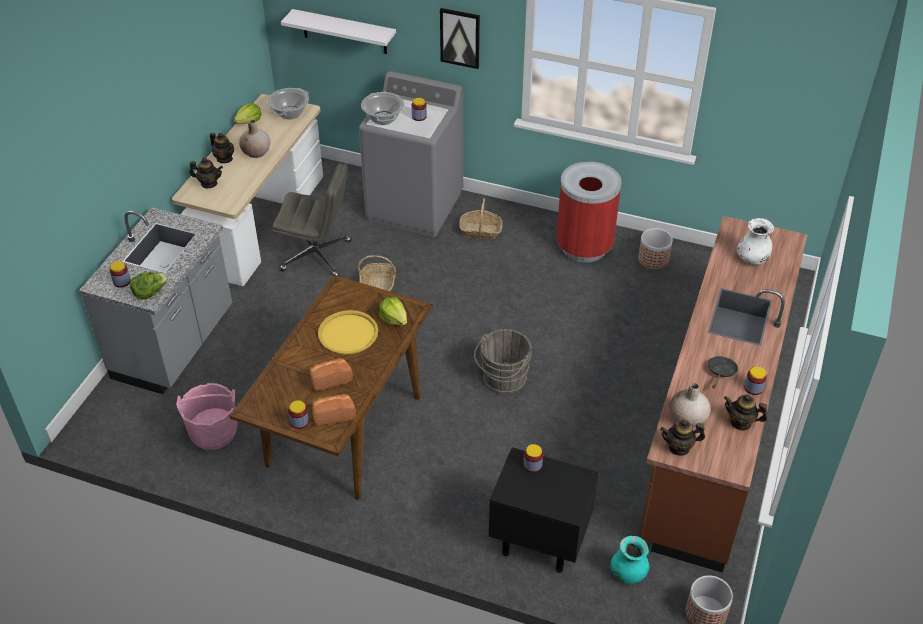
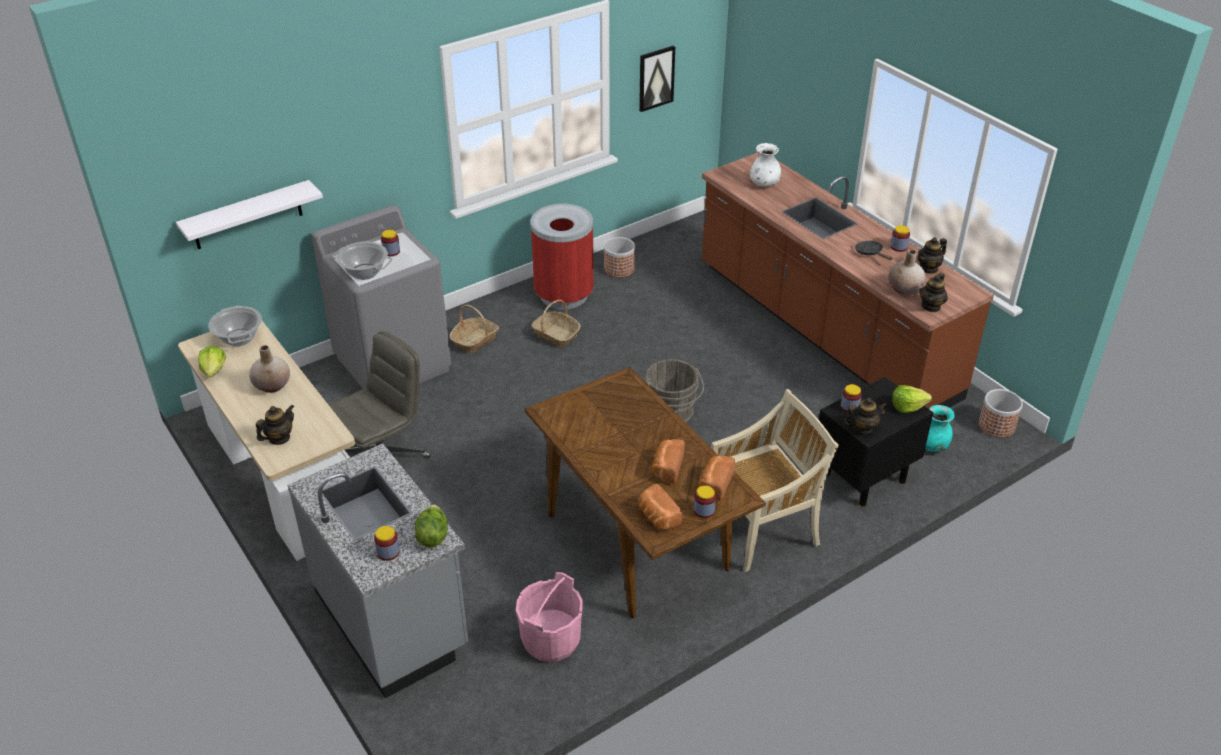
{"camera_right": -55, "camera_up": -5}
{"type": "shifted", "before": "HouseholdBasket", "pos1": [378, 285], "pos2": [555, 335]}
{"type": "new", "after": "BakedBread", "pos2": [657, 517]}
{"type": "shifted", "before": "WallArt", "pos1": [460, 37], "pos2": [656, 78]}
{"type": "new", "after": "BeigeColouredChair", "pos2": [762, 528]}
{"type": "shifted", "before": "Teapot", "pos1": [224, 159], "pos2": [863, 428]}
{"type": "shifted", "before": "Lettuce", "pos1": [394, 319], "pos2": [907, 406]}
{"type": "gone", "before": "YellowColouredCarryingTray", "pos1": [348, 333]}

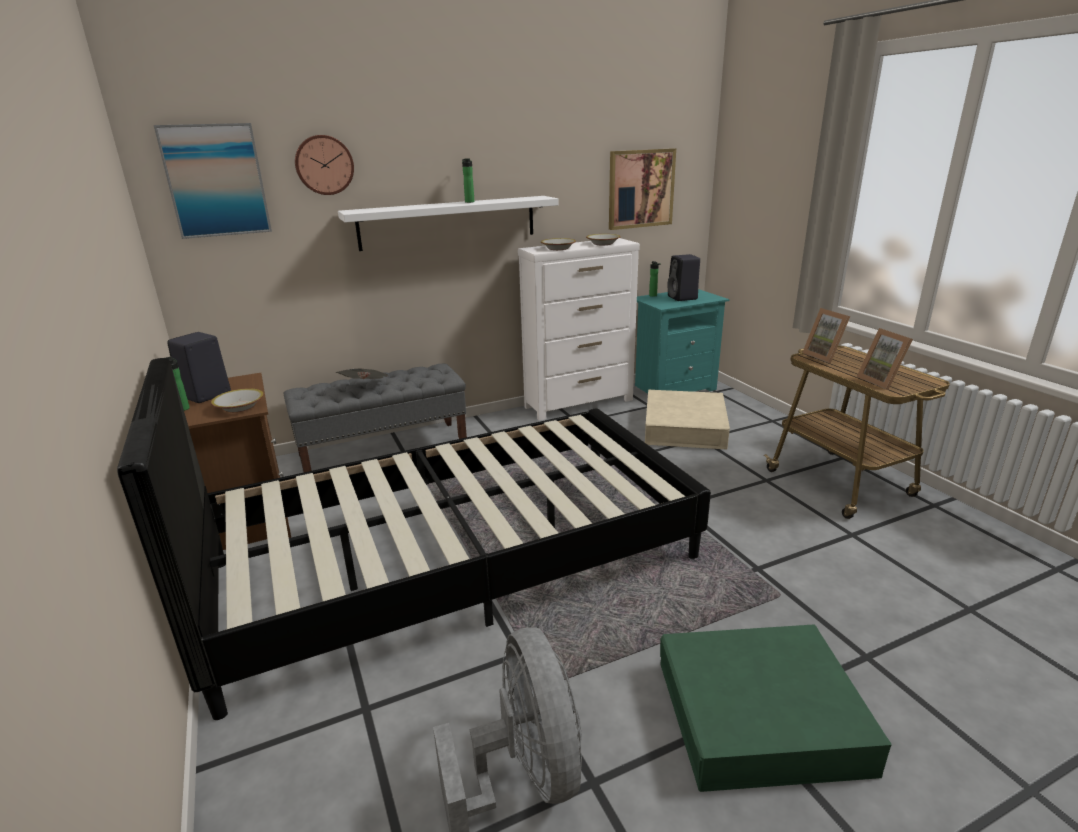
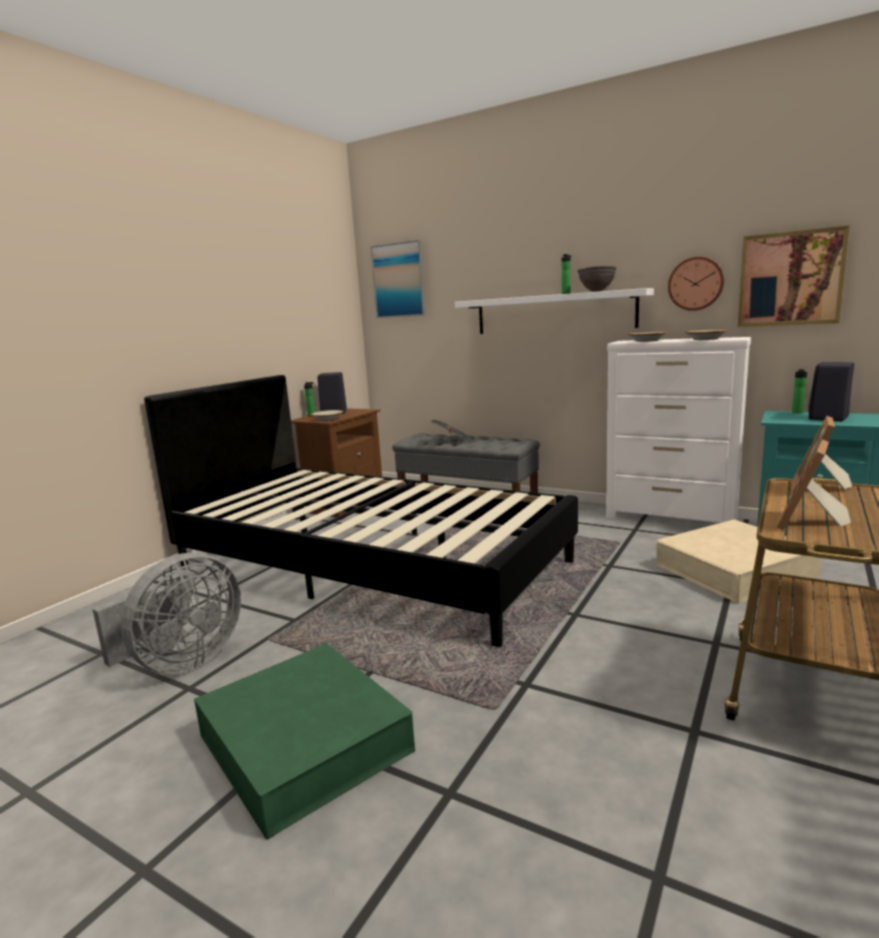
{"camera_right": 55, "camera_up": -10}
{"type": "new", "after": "BrownishServingBowl", "pos2": [596, 291]}
{"type": "shifted", "before": "ClockOnTheWall", "pos1": [324, 165], "pos2": [696, 284]}

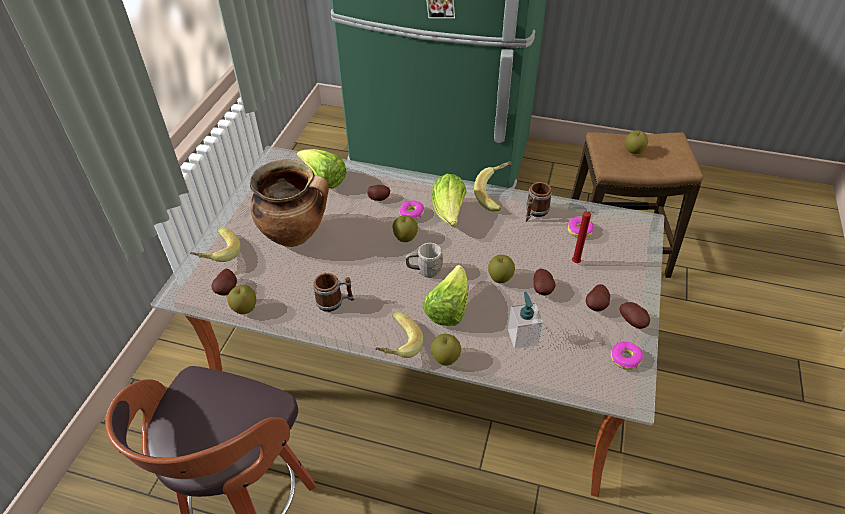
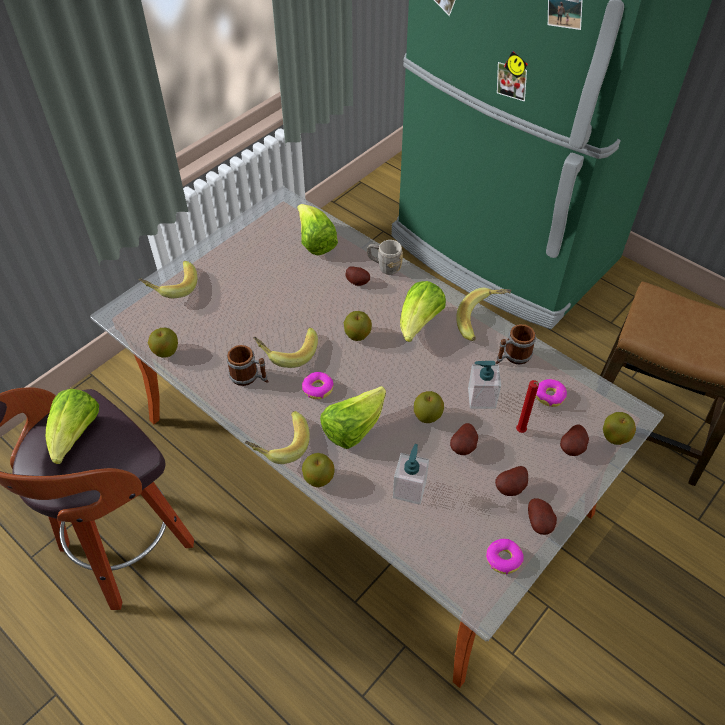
{"camera_right": 25, "camera_up": 5}
{"type": "new", "after": "Lettuce", "pos2": [76, 435]}
{"type": "new", "after": "WholeBanana", "pos2": [287, 352]}
{"type": "shifted", "before": "RingDoughnut", "pos1": [411, 214], "pos2": [317, 388]}
{"type": "shifted", "before": "GreyishCoffeeMug", "pos1": [424, 271], "pos2": [384, 266]}
{"type": "new", "after": "LiquidSoapBottle", "pos2": [481, 398]}
{"type": "shifted", "before": "WholePotato", "pos1": [228, 290], "pos2": [573, 448]}
{"type": "shifted", "before": "AppleFruit", "pos1": [634, 151], "pos2": [615, 437]}
{"type": "gone", "before": "Stockpot", "pos1": [295, 235]}

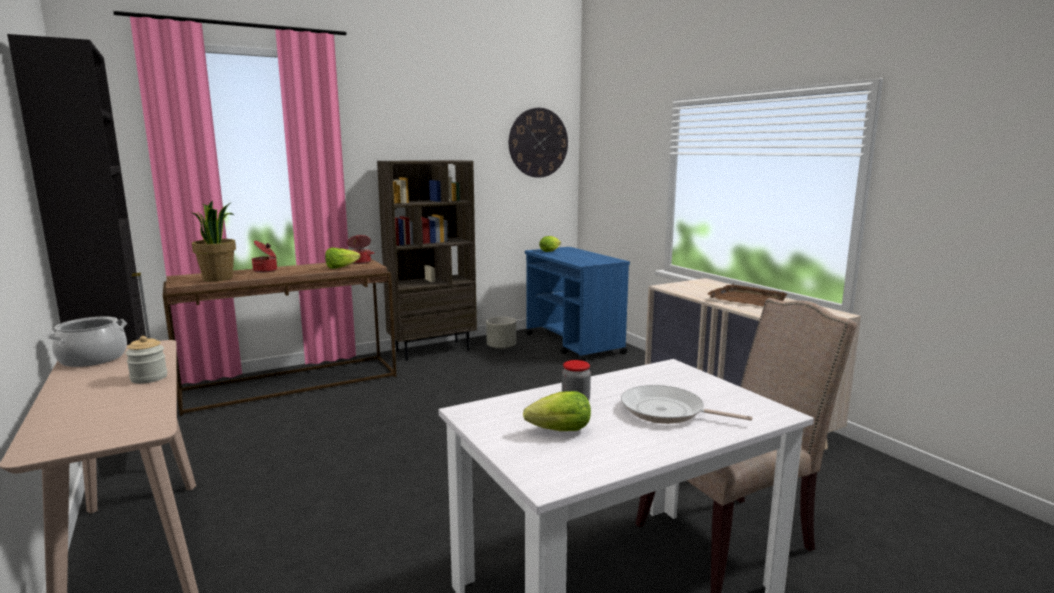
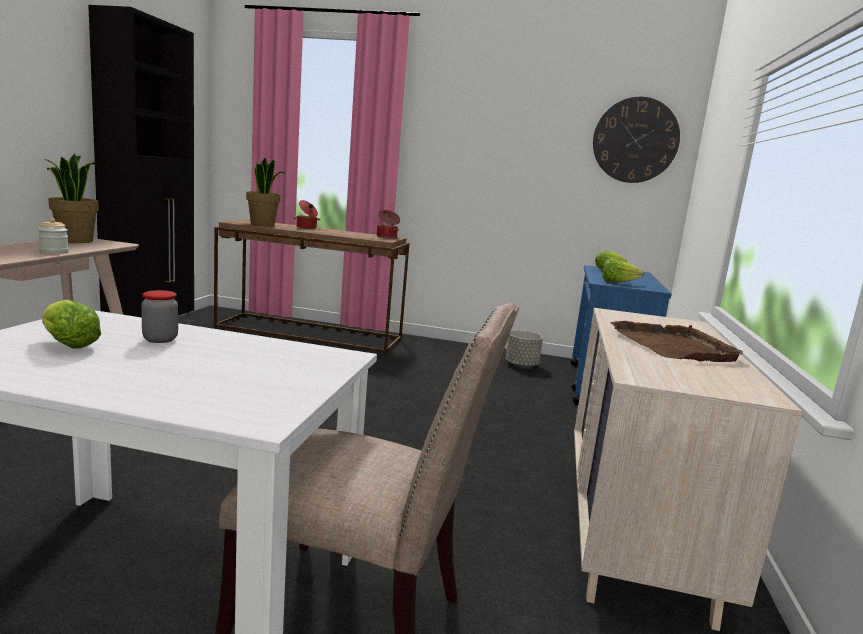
{"camera_right": 40, "camera_up": 0}
{"type": "swapped", "before": "Stockpot", "after": "PottedPlant", "pos1": [93, 359], "pos2": [75, 240]}
{"type": "shifted", "before": "Lettuce", "pos1": [341, 267], "pos2": [617, 283]}
{"type": "gone", "before": "BrownishBookcase", "pos1": [432, 350]}
{"type": "gone", "before": "FryingPan", "pos1": [667, 411]}

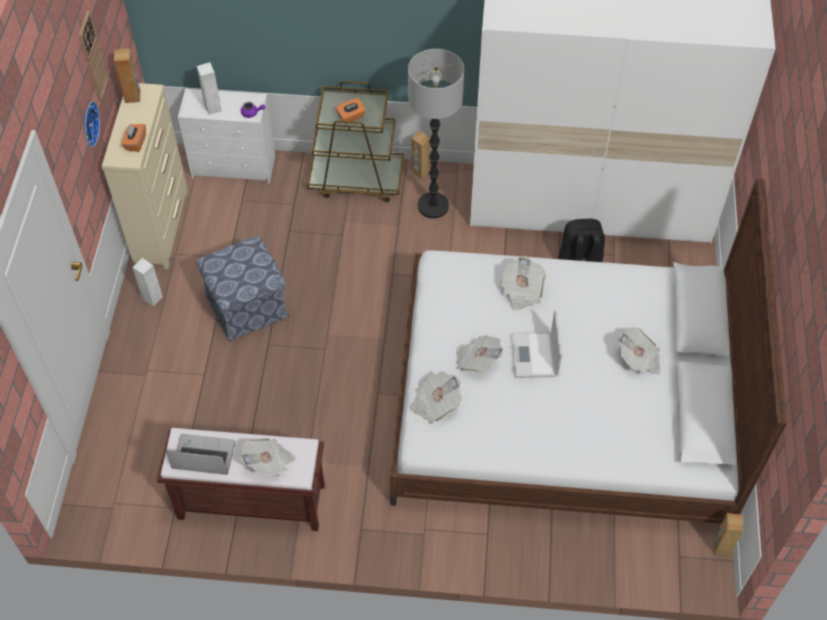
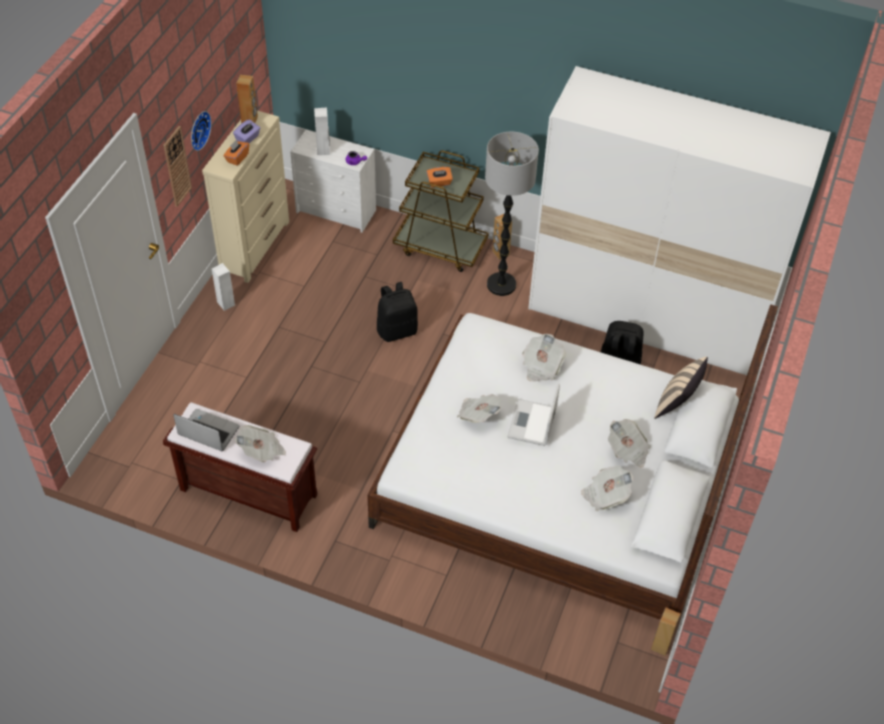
{"camera_right": 15, "camera_up": -5}
{"type": "shifted", "before": "ClockOnTheWall", "pos1": [92, 57], "pos2": [176, 166]}
{"type": "new", "after": "PurpleTissueHolder", "pos2": [248, 138]}
{"type": "new", "after": "BlackColouredKnapsack", "pos2": [397, 330]}
{"type": "shifted", "before": "PrintedPaper", "pos1": [435, 404], "pos2": [605, 495]}
{"type": "new", "after": "BeigeColouredThrowPillow", "pos2": [677, 404]}
{"type": "gone", "before": "Pouffe", "pos1": [248, 305]}

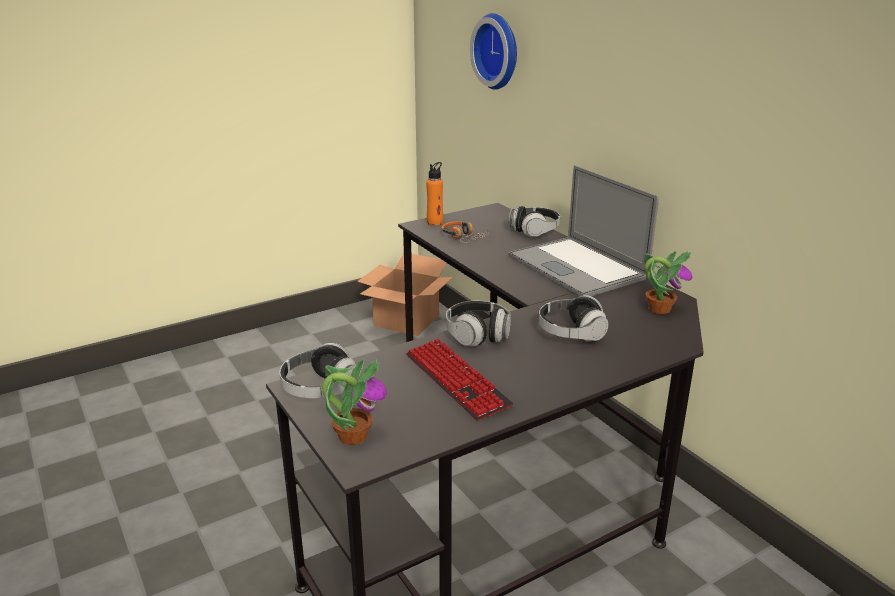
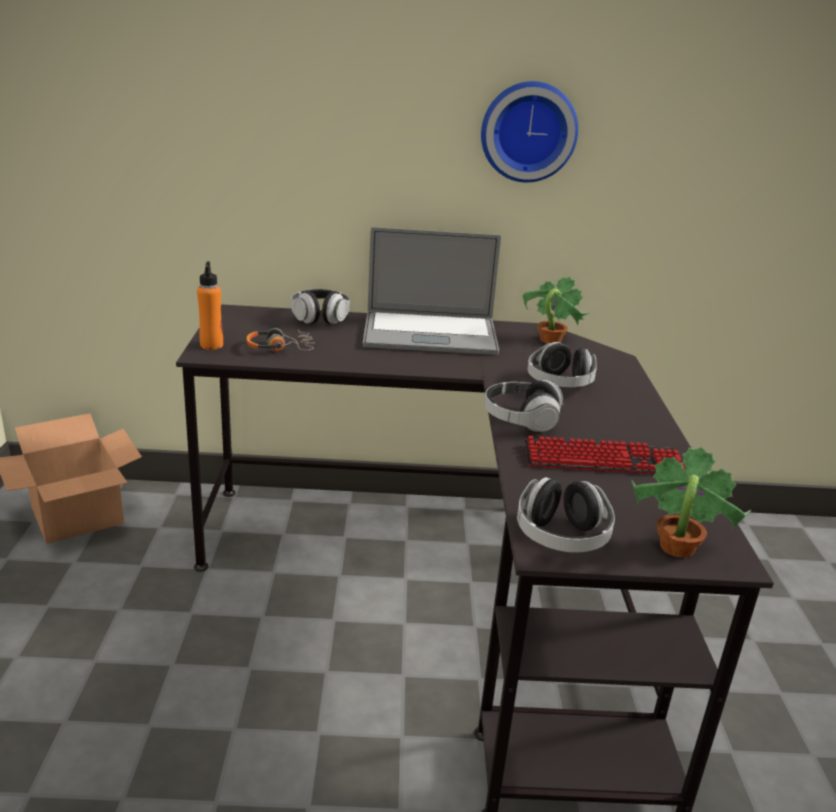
{"camera_right": -60, "camera_up": 0}
{"type": "shifted", "before": "ClockOnTheWall", "pos1": [499, 51], "pos2": [528, 131]}

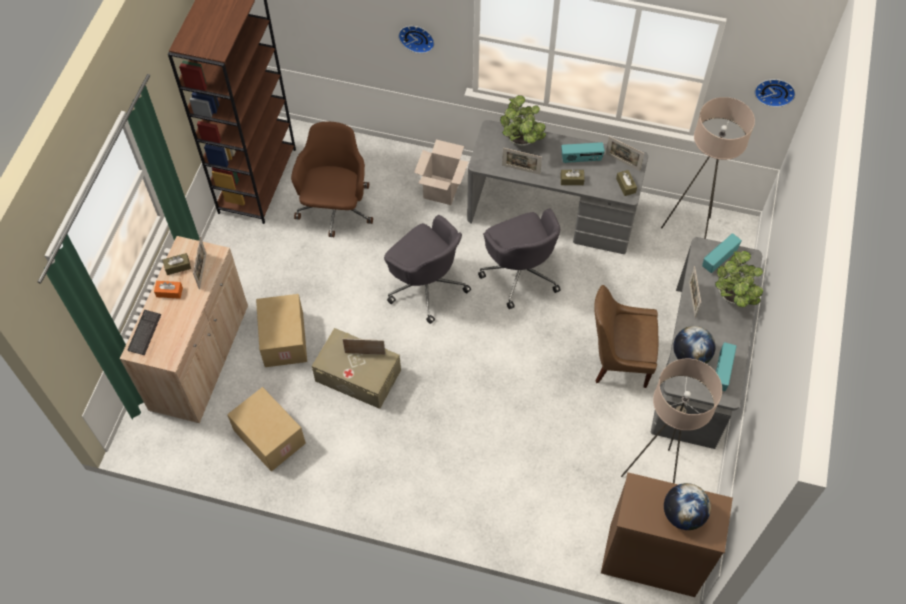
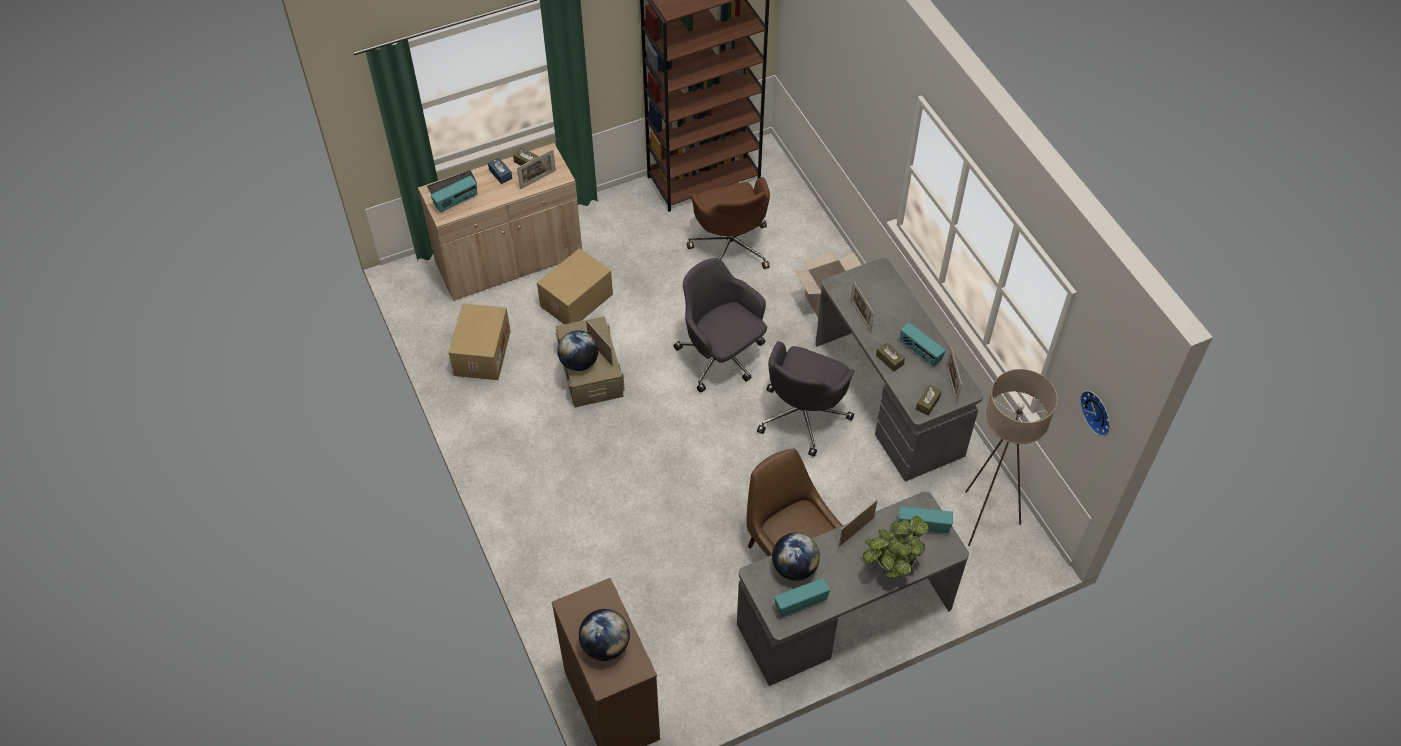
{"camera_right": 50, "camera_up": -5}
{"type": "new", "after": "RadioSet", "pos2": [456, 202]}
{"type": "repainted", "before": "OrangeColouredTissueHolder", "after": "BlueTissueHolder", "pos1": [169, 292], "pos2": [500, 174]}
{"type": "new", "after": "DeskGlobe", "pos2": [579, 362]}
{"type": "rotated", "before": "GreyishDeskChair", "pos1": [426, 285], "pos2": [721, 357], "turn": 135}
{"type": "rotated", "before": "BrownishDeskChair", "pos1": [336, 209], "pos2": [731, 247], "turn": 105}
{"type": "gone", "before": "ClockOnTheWall", "pos1": [417, 37]}
{"type": "gone", "before": "PottedPlant", "pos1": [522, 142]}
{"type": "gone", "before": "BeigeColouredFloorLamp", "pos1": [654, 476]}

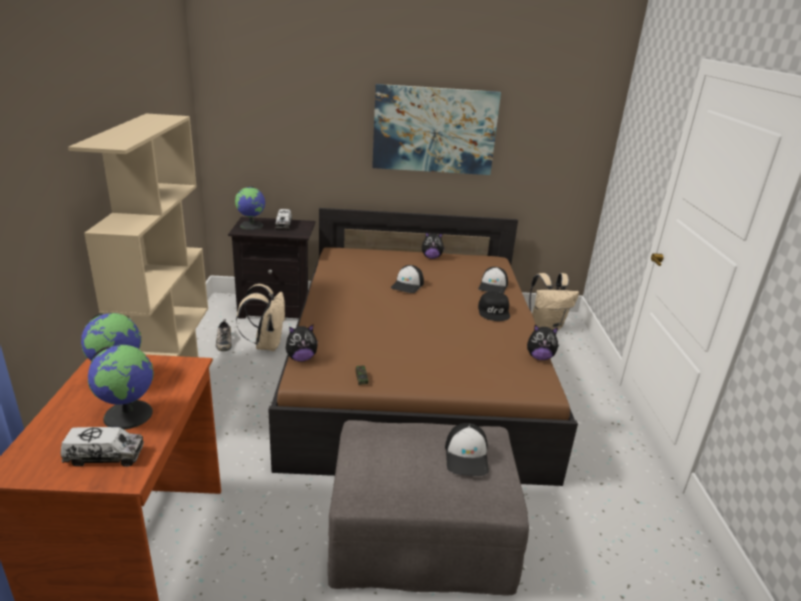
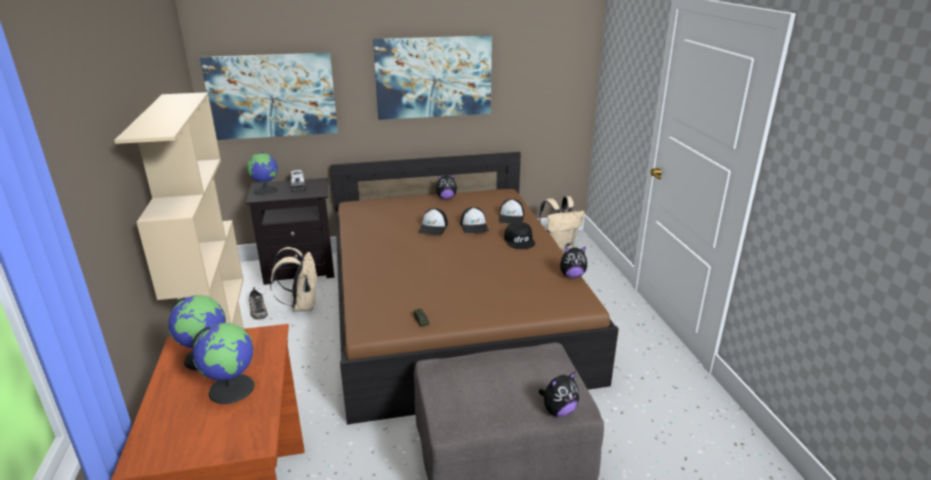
{"camera_right": -10, "camera_up": 0}
{"type": "new", "after": "WallArt", "pos2": [272, 96]}
{"type": "shifted", "before": "PeakedCap", "pos1": [467, 456], "pos2": [474, 226]}
{"type": "shifted", "before": "SoftToy", "pos1": [301, 358], "pos2": [558, 410]}
{"type": "gone", "before": "ToyTruck", "pos1": [105, 456]}

